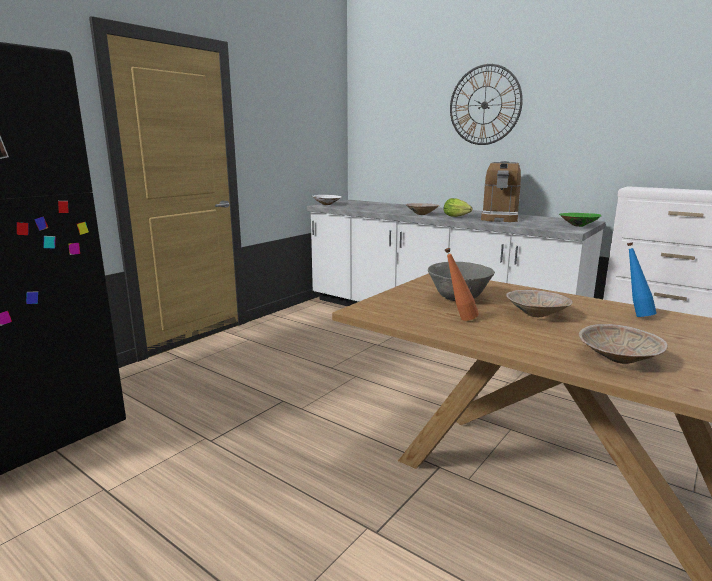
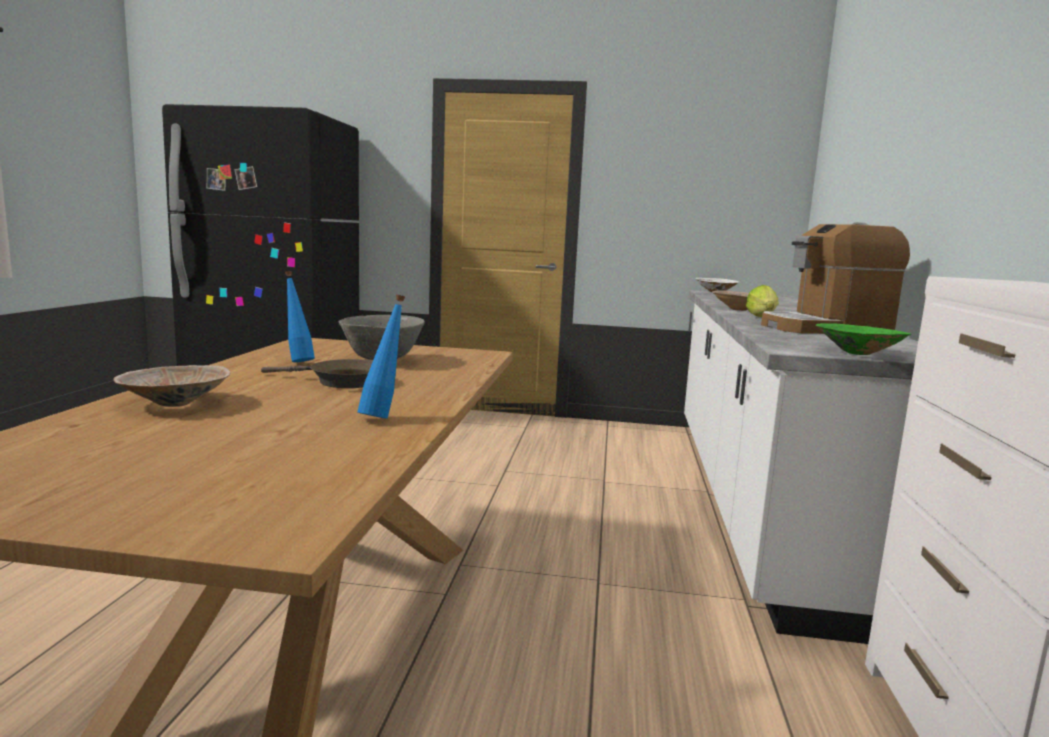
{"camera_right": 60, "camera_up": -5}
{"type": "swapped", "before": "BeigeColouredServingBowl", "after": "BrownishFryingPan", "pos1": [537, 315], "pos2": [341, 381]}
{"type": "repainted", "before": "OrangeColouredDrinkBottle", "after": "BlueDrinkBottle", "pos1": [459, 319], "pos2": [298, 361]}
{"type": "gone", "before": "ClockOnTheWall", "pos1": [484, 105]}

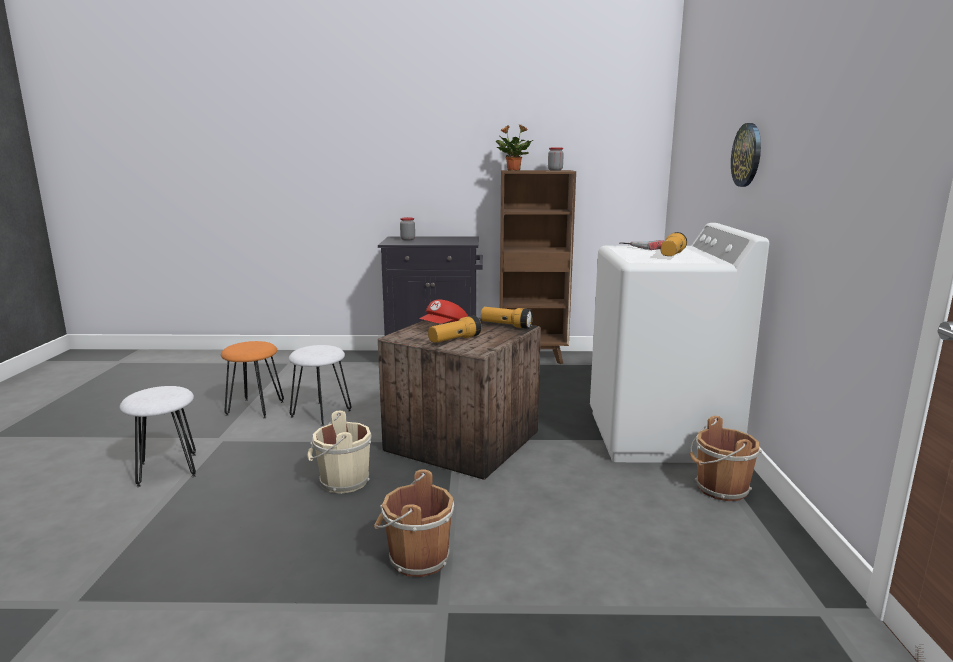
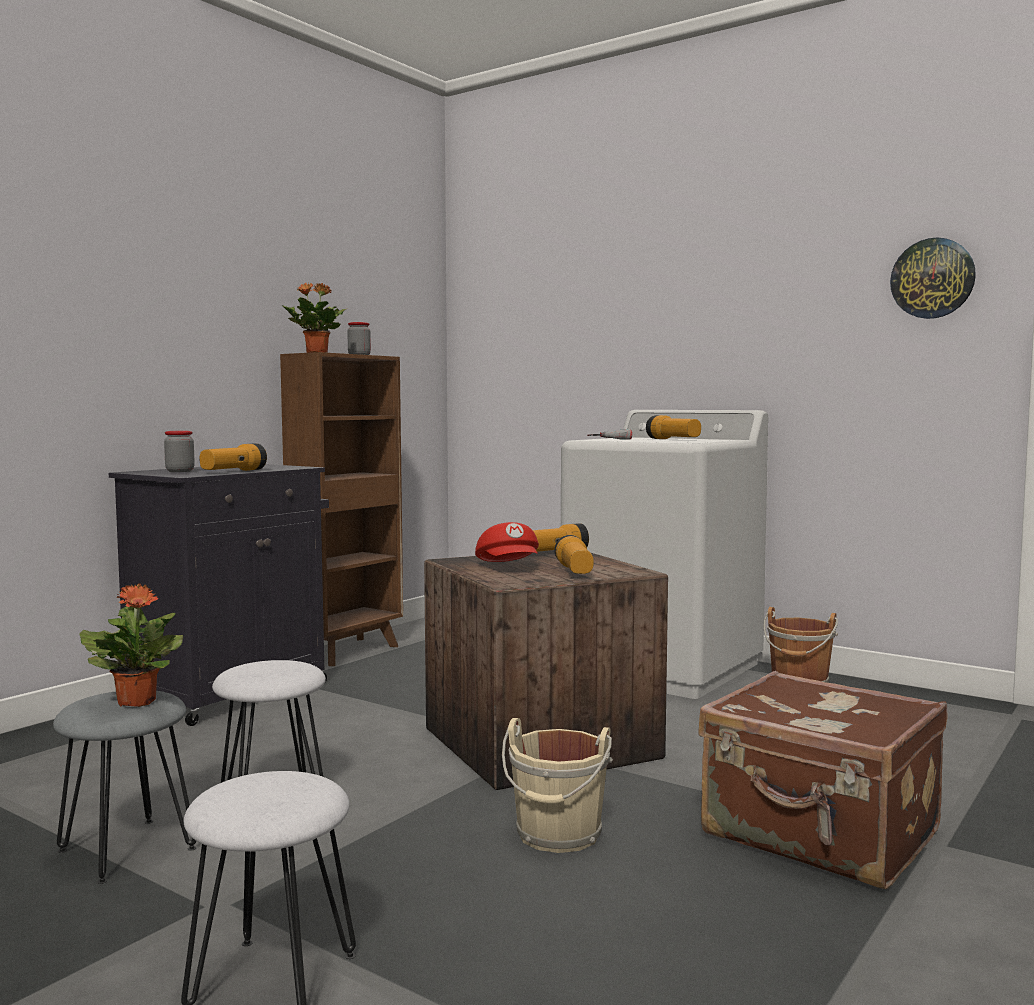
{"camera_right": -55, "camera_up": -10}
{"type": "repainted", "before": "OrangeColouredStoolSeat", "after": "GreyishStoolSeat", "pos1": [254, 408], "pos2": [125, 850]}
{"type": "new", "after": "PottedPlant", "pos2": [137, 701]}
{"type": "new", "after": "Torch", "pos2": [233, 471]}
{"type": "swapped", "before": "BrownishWaterBucket", "after": "BrownishTravelCase", "pos1": [416, 558], "pos2": [820, 836]}
{"type": "shifted", "before": "ClockOnTheWall", "pos1": [747, 155], "pos2": [932, 278]}

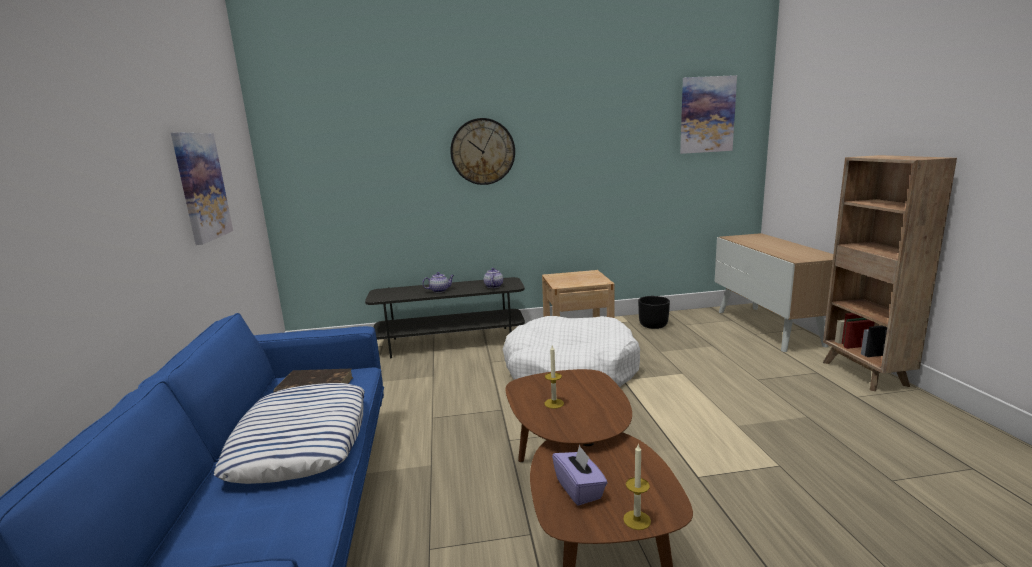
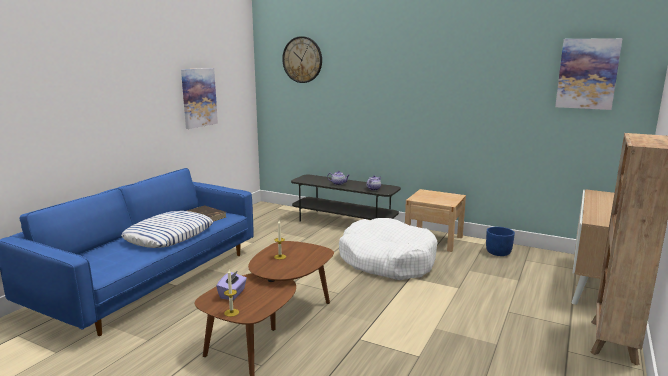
{"camera_right": 35, "camera_up": 0}
{"type": "shifted", "before": "ClockOnTheWall", "pos1": [482, 151], "pos2": [302, 59]}
{"type": "repainted", "before": "BlackColouredPlanter", "after": "BluePlanter", "pos1": [653, 325], "pos2": [498, 253]}

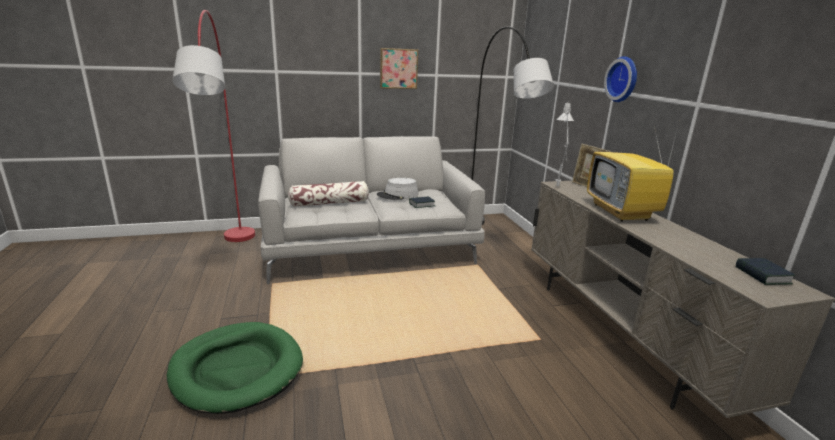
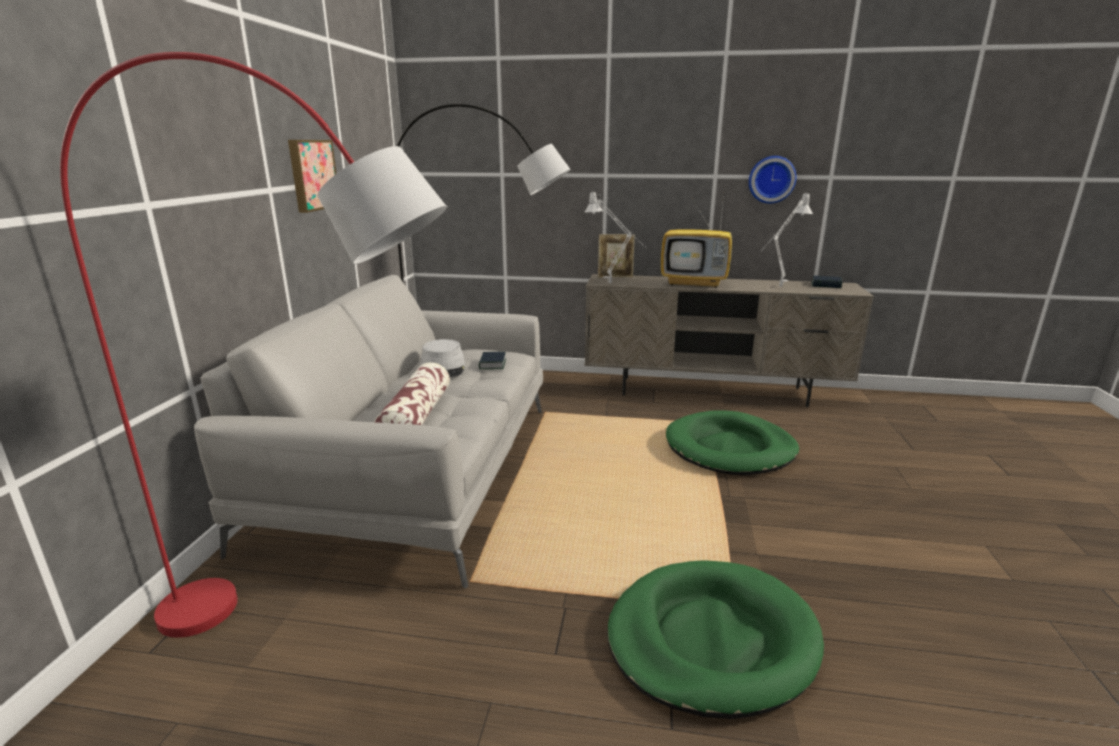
{"camera_right": -65, "camera_up": 0}
{"type": "new", "after": "GreenishDogCushion", "pos2": [730, 448]}
{"type": "shifted", "before": "ClockOnTheWall", "pos1": [623, 79], "pos2": [771, 179]}
{"type": "new", "after": "GreyishTabletopLamp", "pos2": [777, 288]}

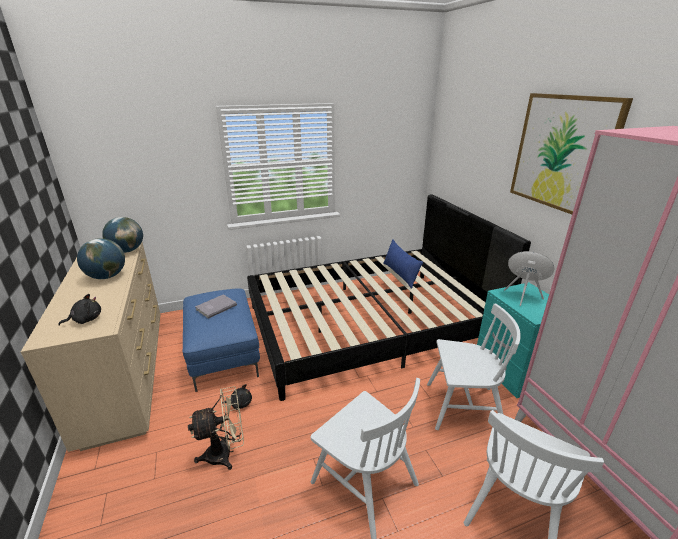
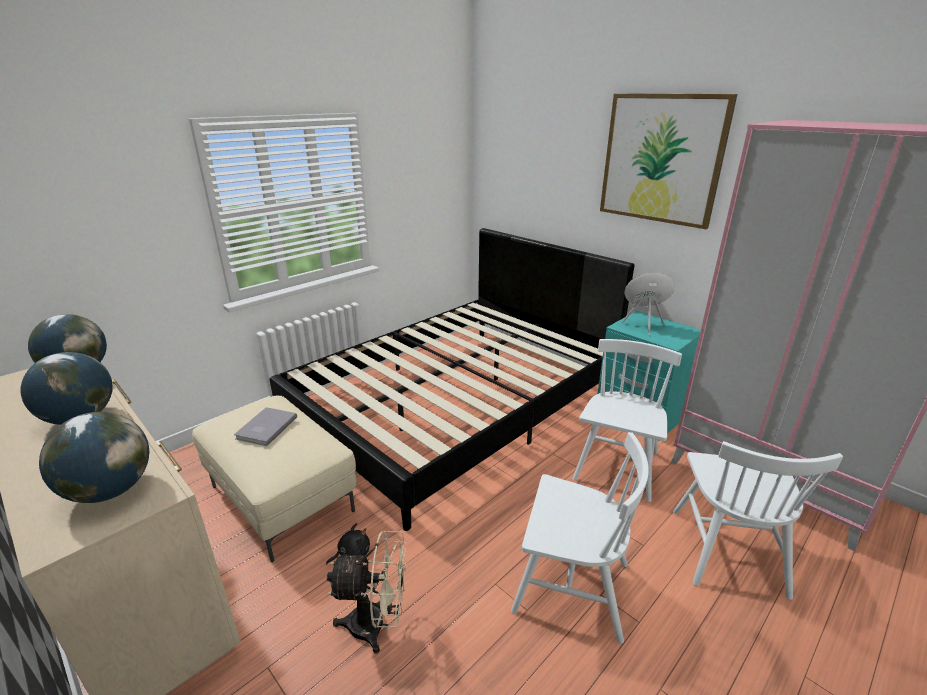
{"camera_right": -25, "camera_up": 0}
{"type": "swapped", "before": "BlackColouredSoftToy", "after": "DeskGlobe", "pos1": [85, 320], "pos2": [110, 491]}
{"type": "repainted", "before": "BluePouffe", "after": "BeigeColouredPouffe", "pos1": [225, 355], "pos2": [283, 498]}
{"type": "rotated", "before": "BeigeColouredCoolingFan", "pos1": [225, 453], "pos2": [376, 625], "turn": 45}
{"type": "rotated", "before": "WhitishChair", "pos1": [463, 407], "pos2": [617, 466], "turn": -45}
{"type": "gone", "before": "BlueThrowPillow", "pos1": [400, 274]}

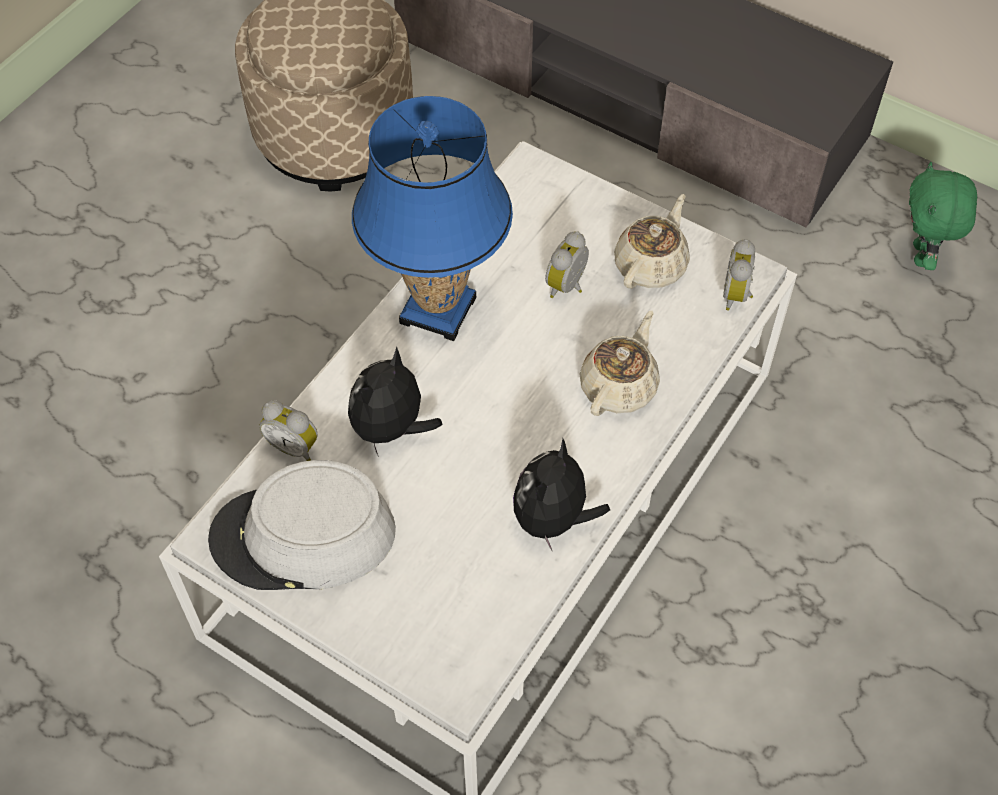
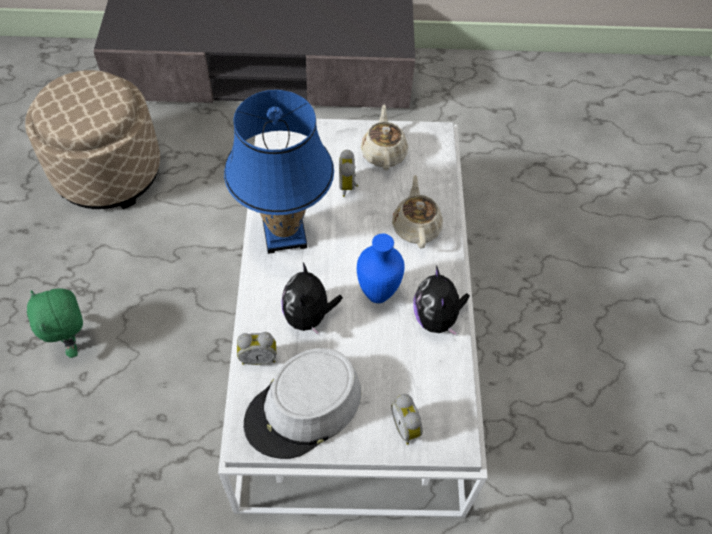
{"camera_right": -35, "camera_up": 0}
{"type": "shifted", "before": "GreenishSoftToy", "pos1": [922, 256], "pos2": [72, 342]}
{"type": "new", "after": "BlueDecorativeVase", "pos2": [379, 294]}
{"type": "shifted", "before": "TableClock", "pos1": [737, 295], "pos2": [407, 427]}

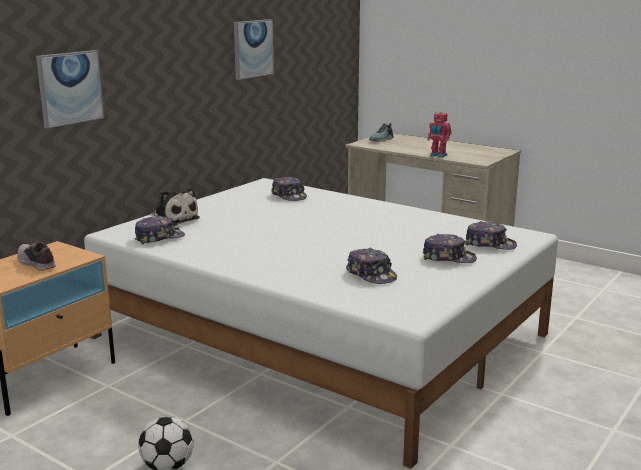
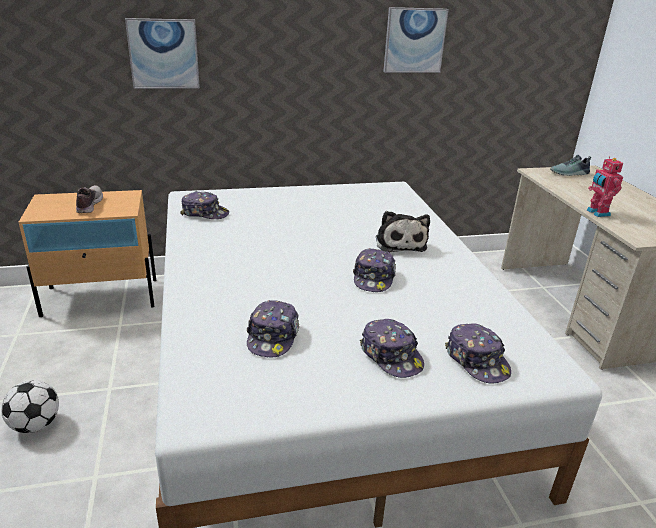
{"camera_right": 40, "camera_up": 10}
{"type": "shifted", "before": "PeakedCap", "pos1": [289, 196], "pos2": [374, 278]}
{"type": "shifted", "before": "SoftToy", "pos1": [172, 220], "pos2": [400, 243]}

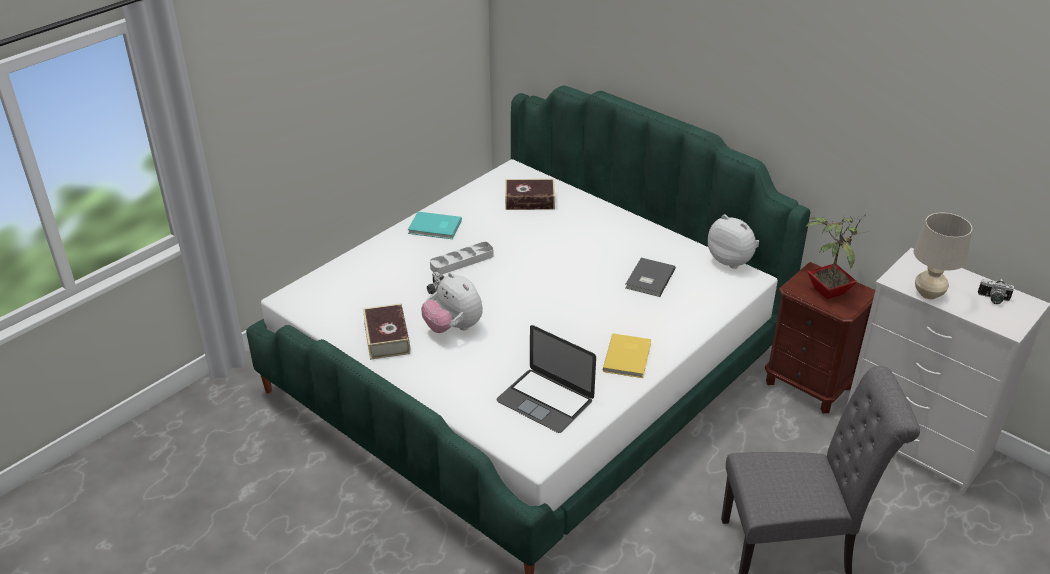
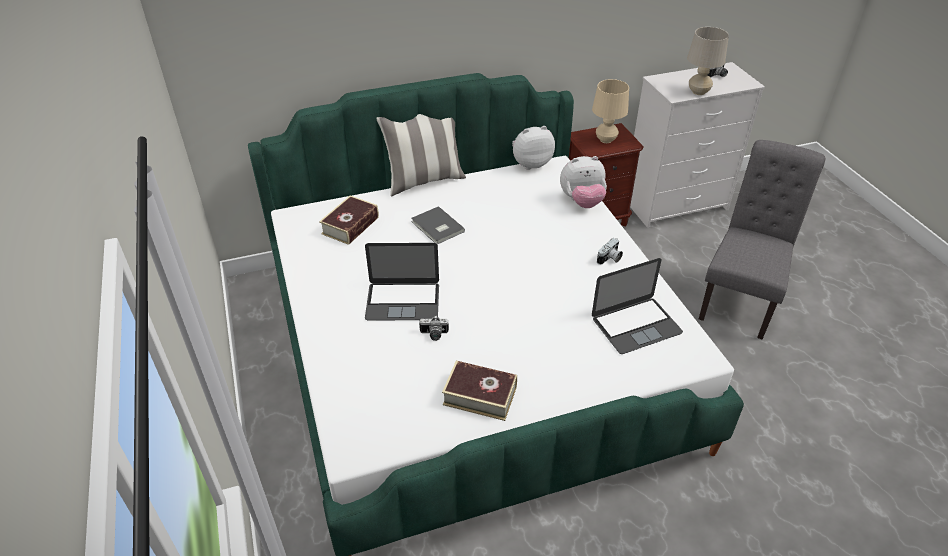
{"camera_right": -60, "camera_up": 5}
{"type": "swapped", "before": "GreyishCarryingTray", "after": "NotebookComputer", "pos1": [462, 261], "pos2": [403, 301]}
{"type": "new", "after": "ThrowPillow", "pos2": [424, 180]}
{"type": "shifted", "before": "GreyishBook", "pos1": [648, 279], "pos2": [437, 227]}
{"type": "shifted", "before": "SoftToy", "pos1": [453, 327], "pos2": [582, 202]}
{"type": "swapped", "before": "PottedPlant", "after": "BeigeColouredTabletopLamp", "pos1": [827, 290], "pos2": [605, 140]}
{"type": "swapped", "before": "YellowColouredBook", "after": "StillCamera", "pos1": [628, 357], "pos2": [610, 259]}
{"type": "gone", "before": "BlueGreenBook", "pos1": [435, 228]}

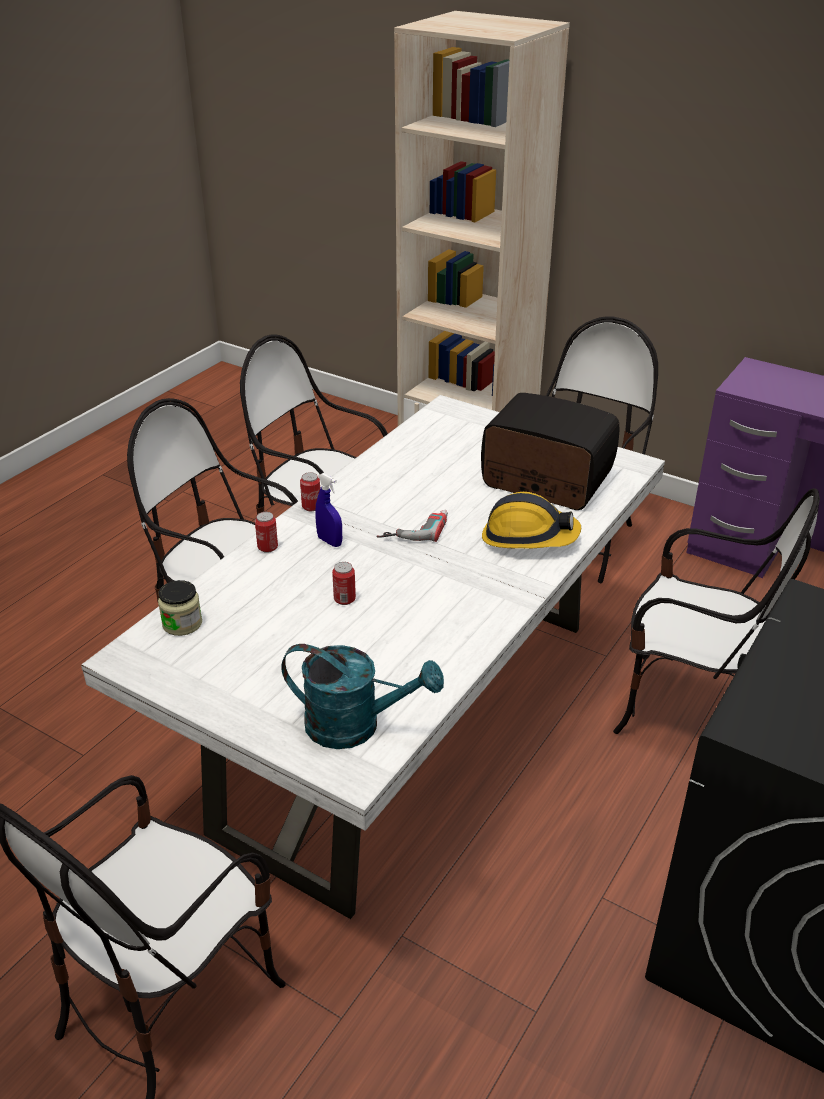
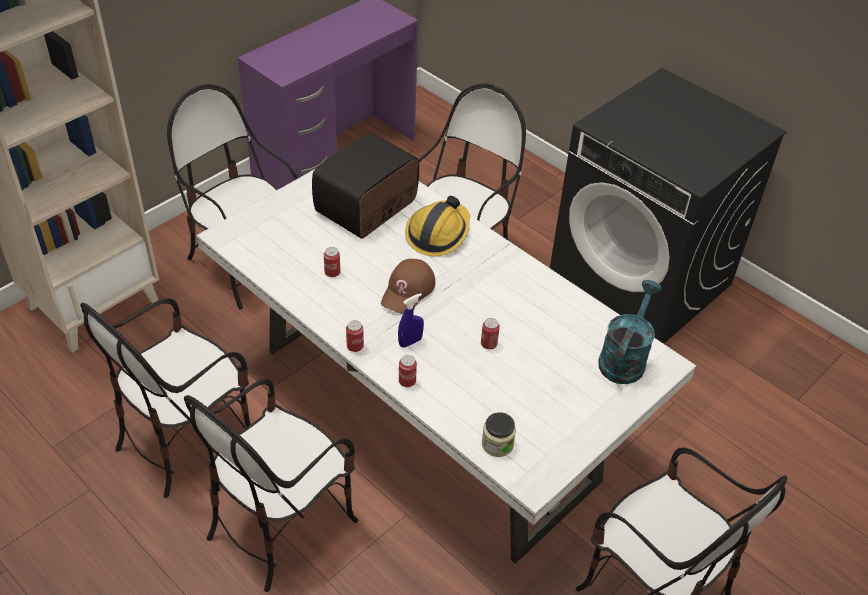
{"camera_right": -80, "camera_up": 10}
{"type": "new", "after": "Can", "pos2": [332, 272]}
{"type": "swapped", "before": "PowerDrill", "after": "BrownishPeakedCap", "pos1": [414, 529], "pos2": [408, 290]}

